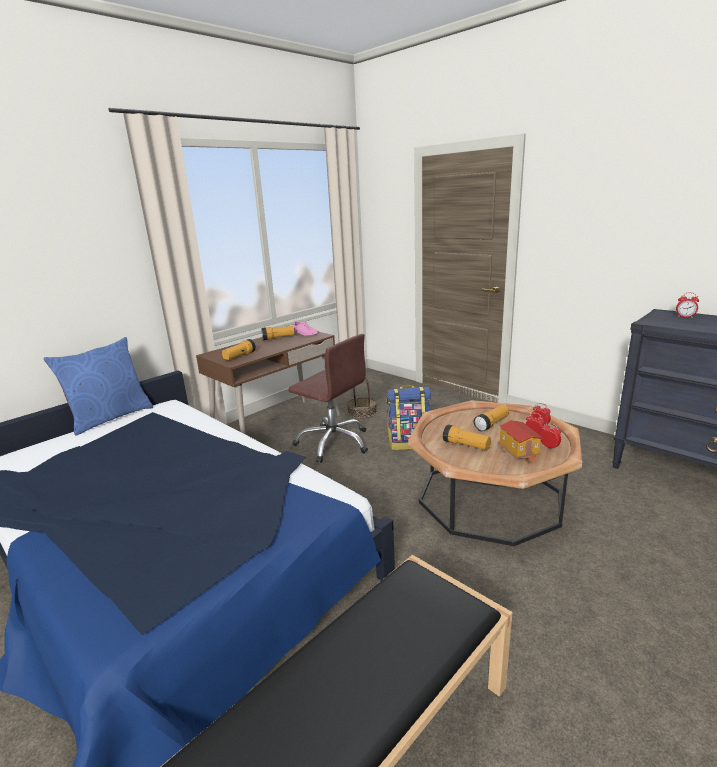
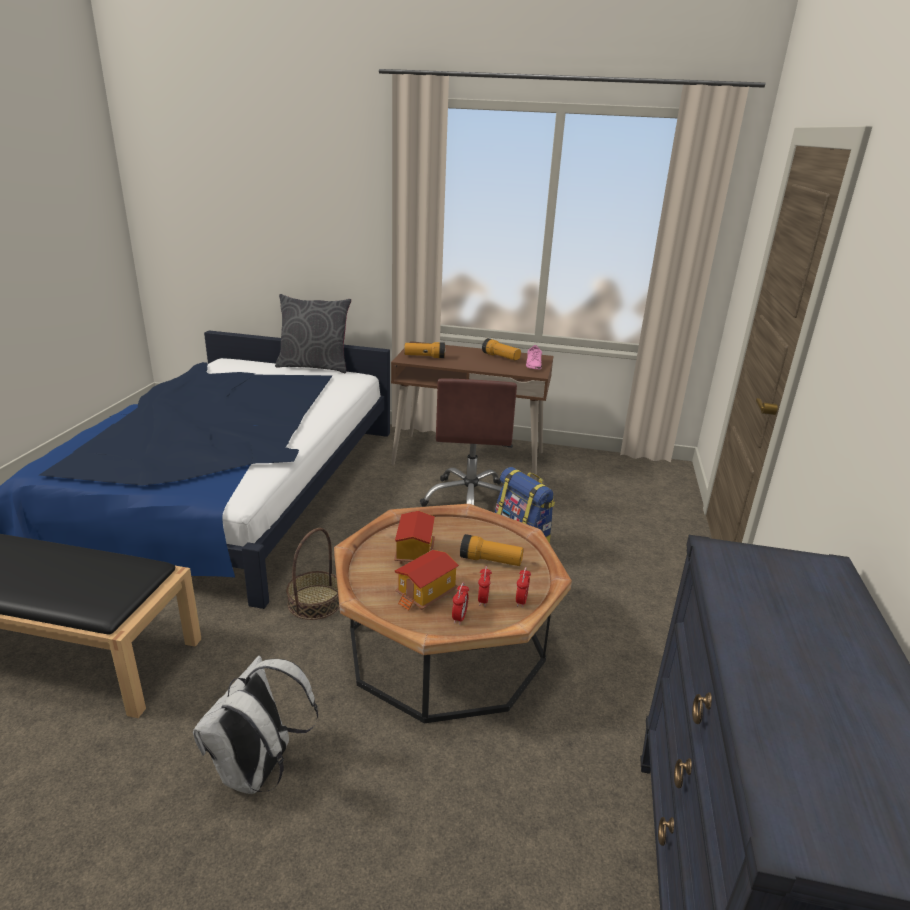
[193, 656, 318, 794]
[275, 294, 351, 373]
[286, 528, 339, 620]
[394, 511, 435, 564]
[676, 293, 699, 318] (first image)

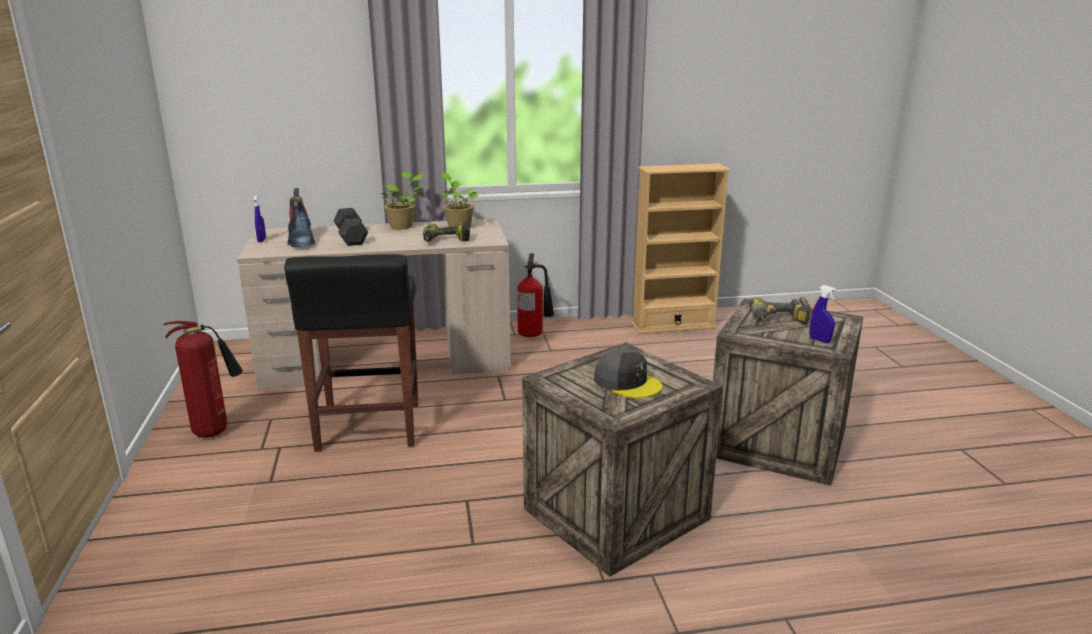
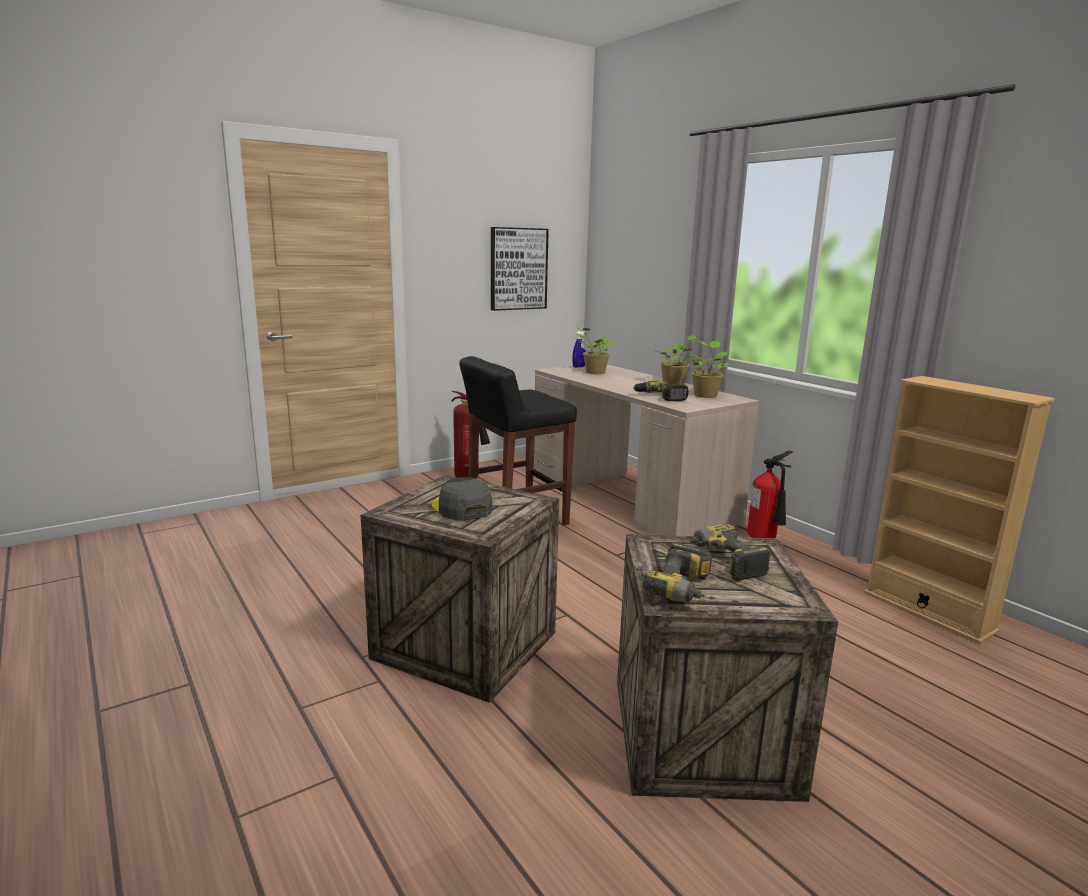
[432, 477, 493, 521]
[491, 227, 549, 311]
[574, 326, 615, 374]
[643, 542, 715, 602]
[333, 208, 368, 246] (first image)

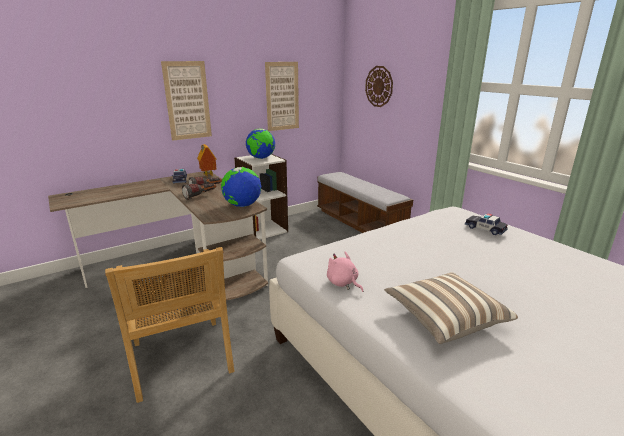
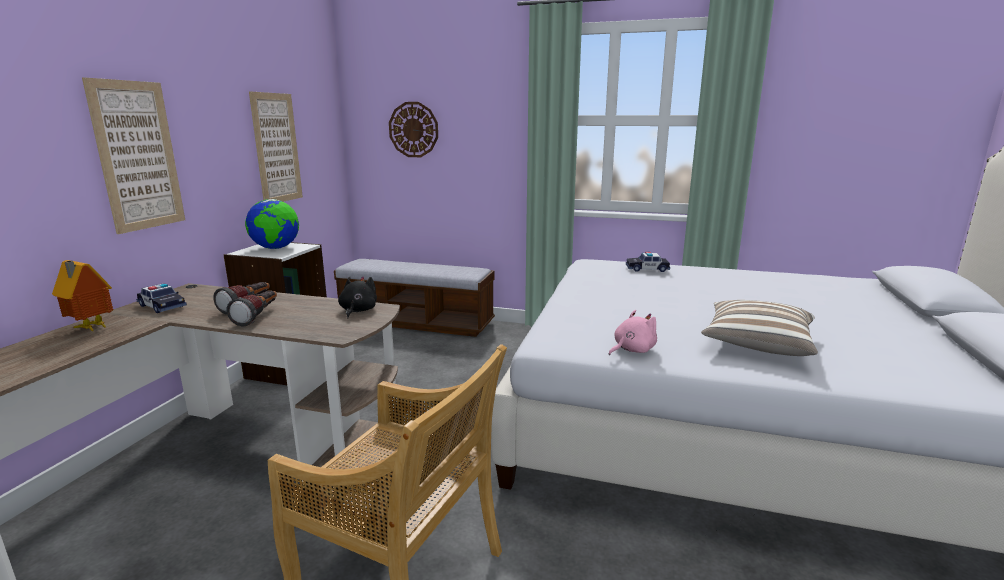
[52, 260, 113, 332]
[338, 276, 377, 318]
[609, 310, 657, 355]

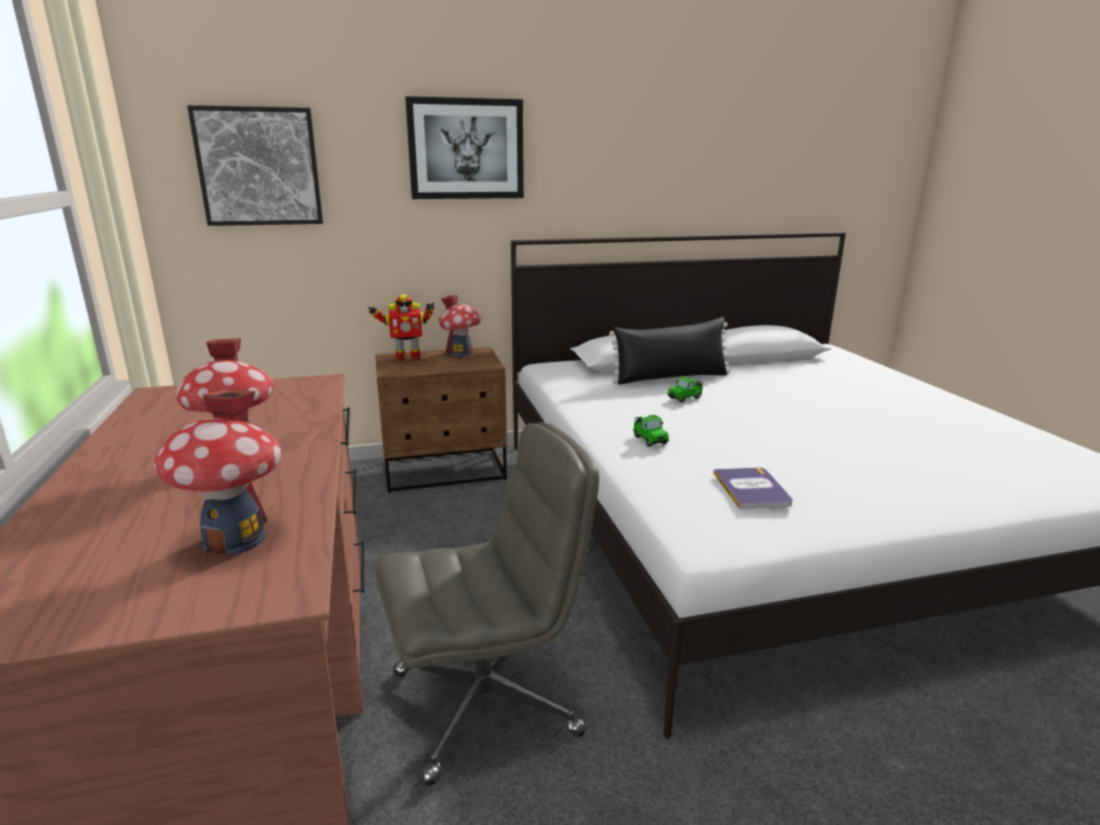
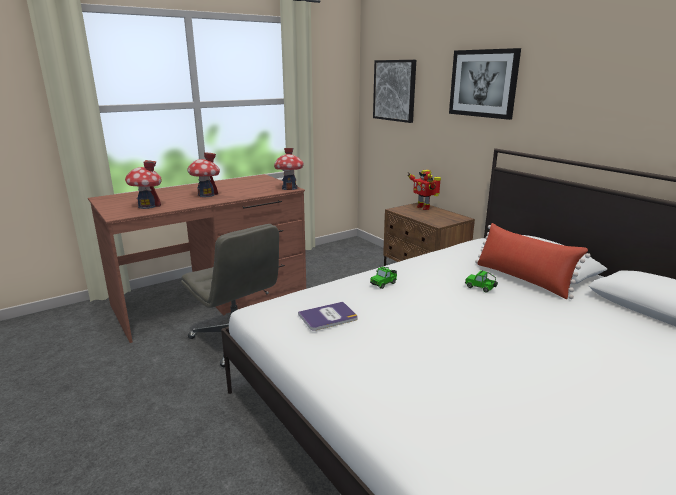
[274, 148, 304, 190]
[475, 223, 591, 299]

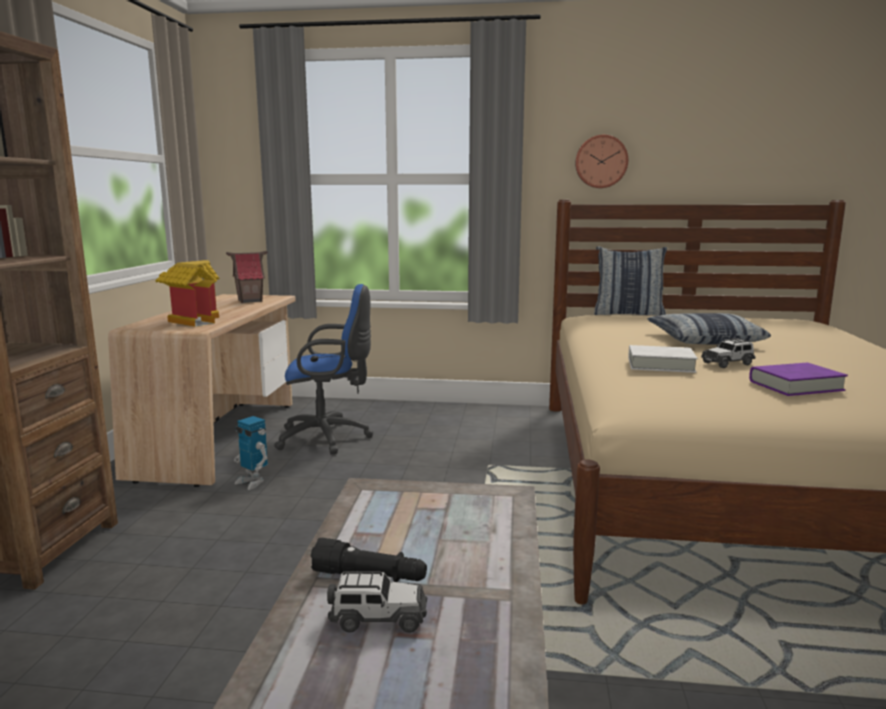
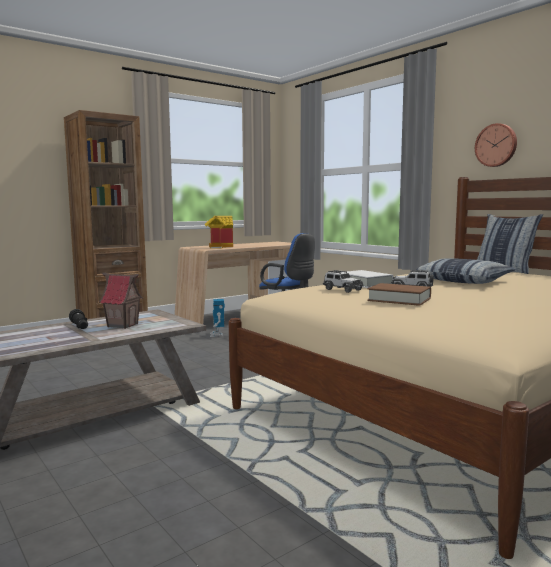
[99, 273, 143, 329]
[323, 270, 363, 293]
[367, 283, 431, 306]

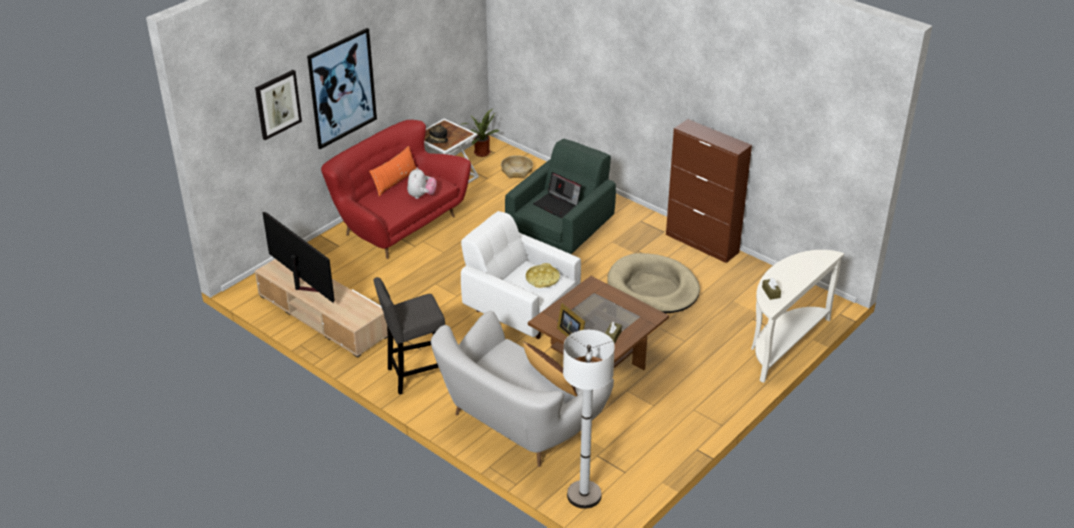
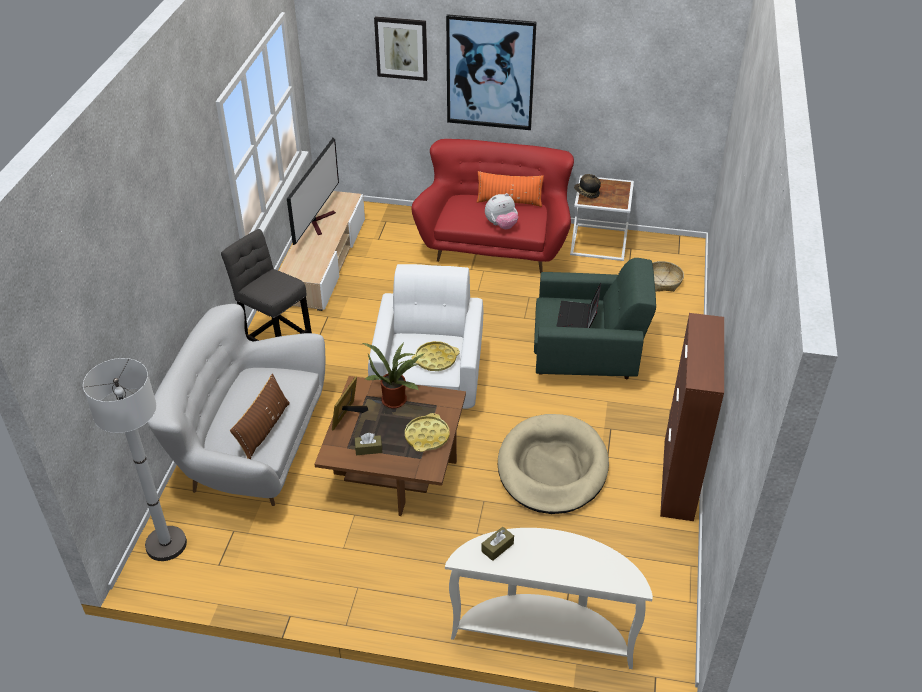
[363, 343, 425, 408]
[405, 413, 450, 452]

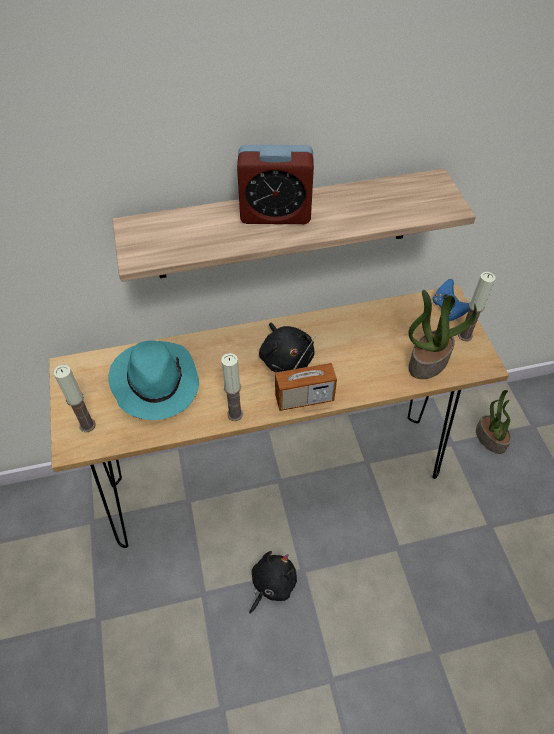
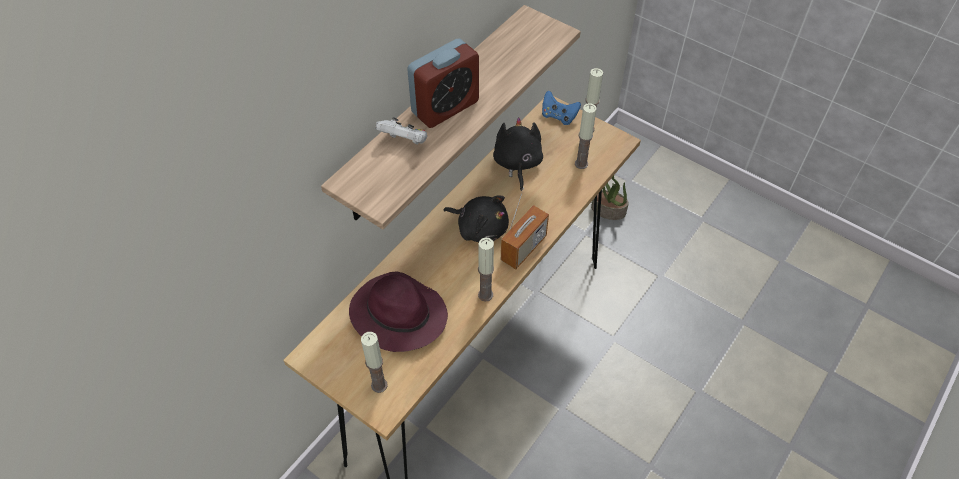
[349, 271, 448, 352]
[376, 117, 427, 145]
[493, 117, 543, 191]
[575, 103, 597, 169]

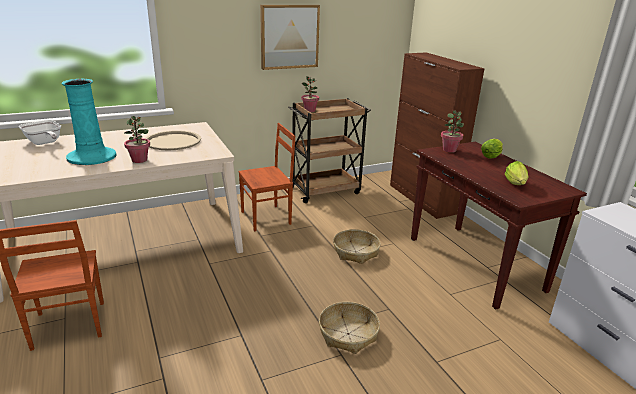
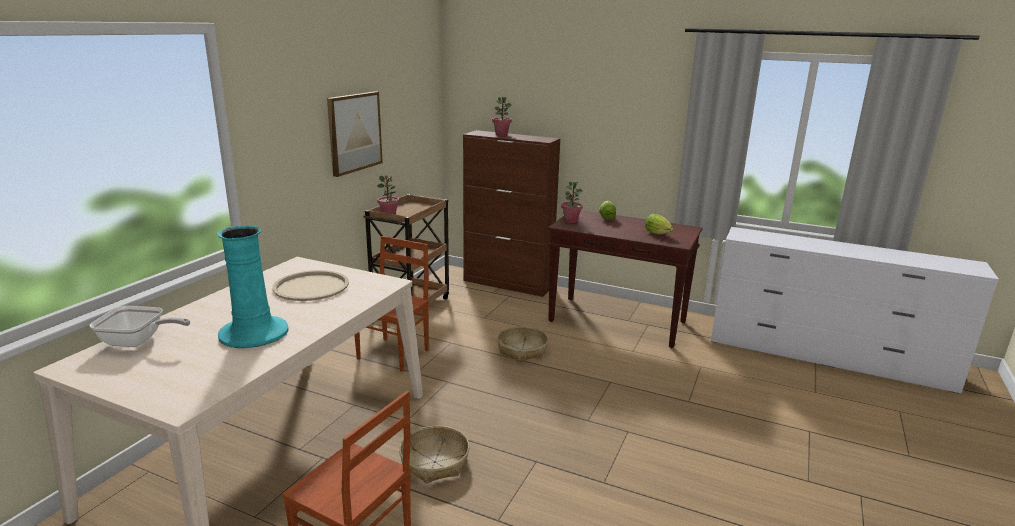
[399, 426, 469, 483]
[492, 97, 512, 136]

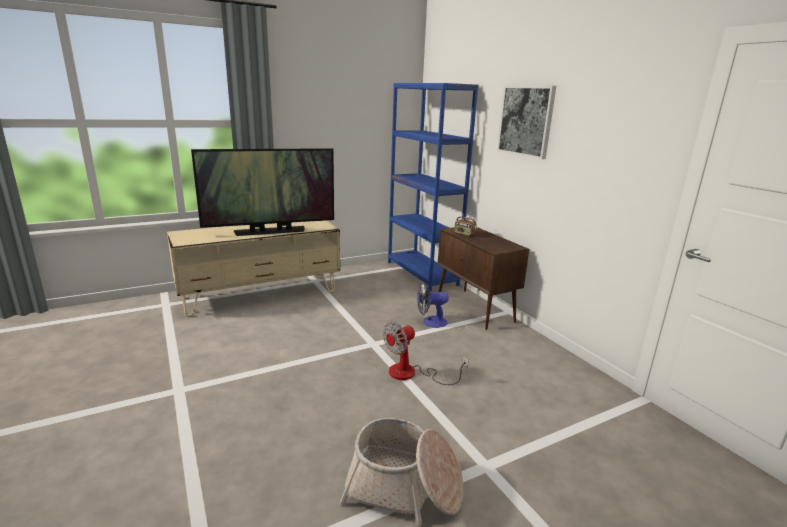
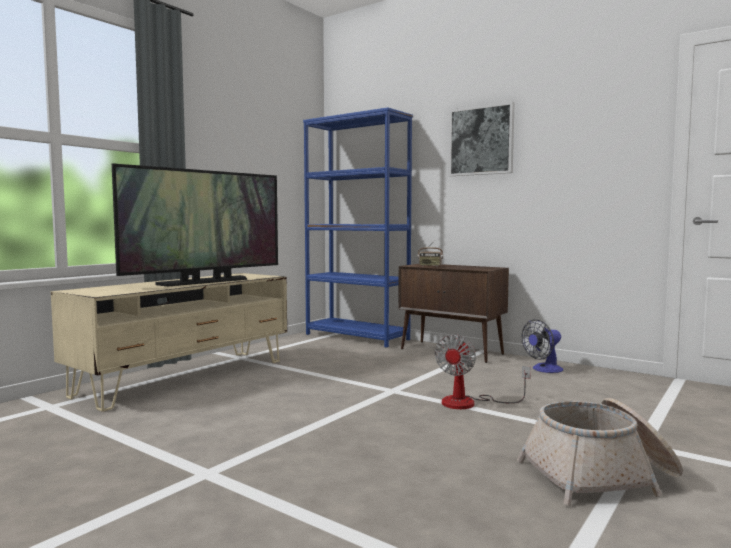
[521, 320, 563, 373]

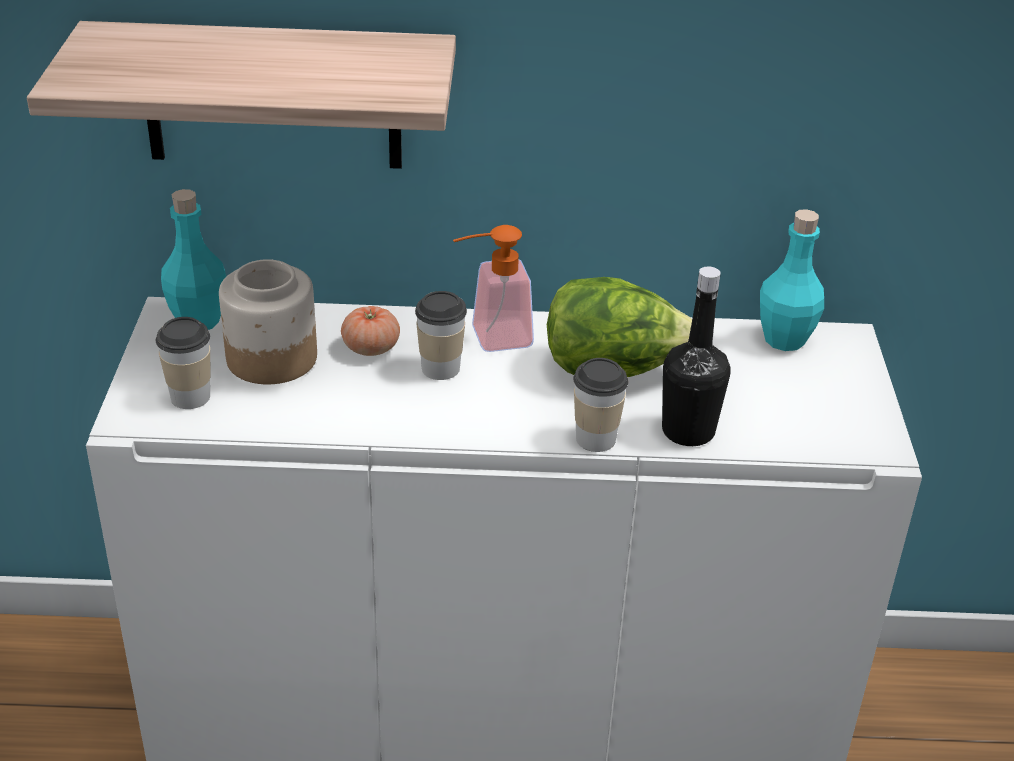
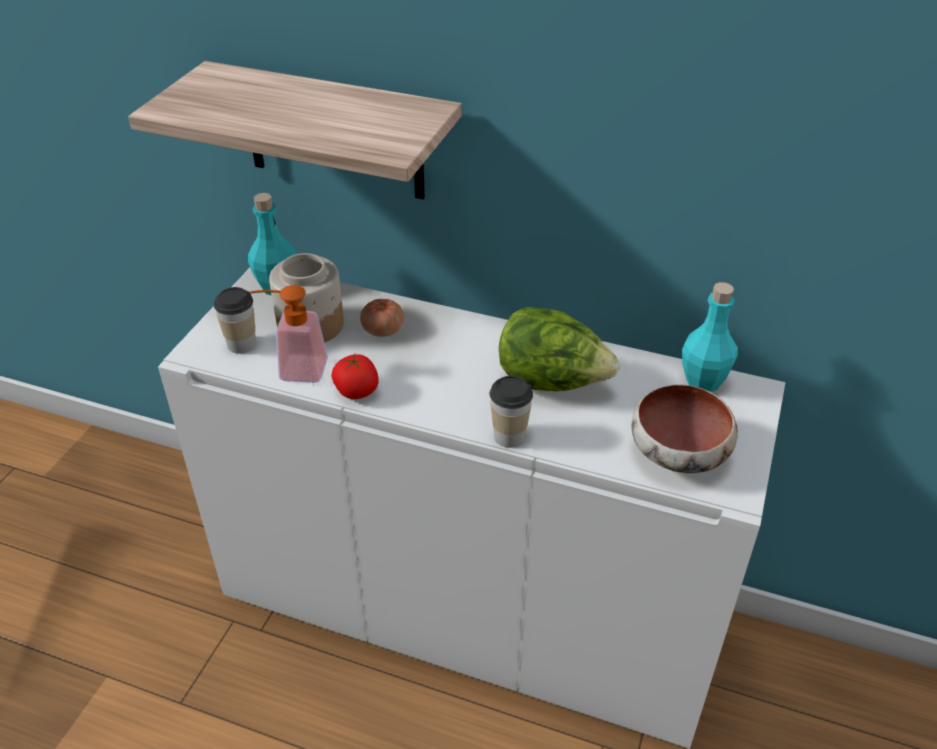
[249, 285, 328, 383]
[331, 354, 379, 399]
[632, 384, 738, 473]
[415, 291, 467, 380] (first image)
[662, 267, 731, 446] (first image)

